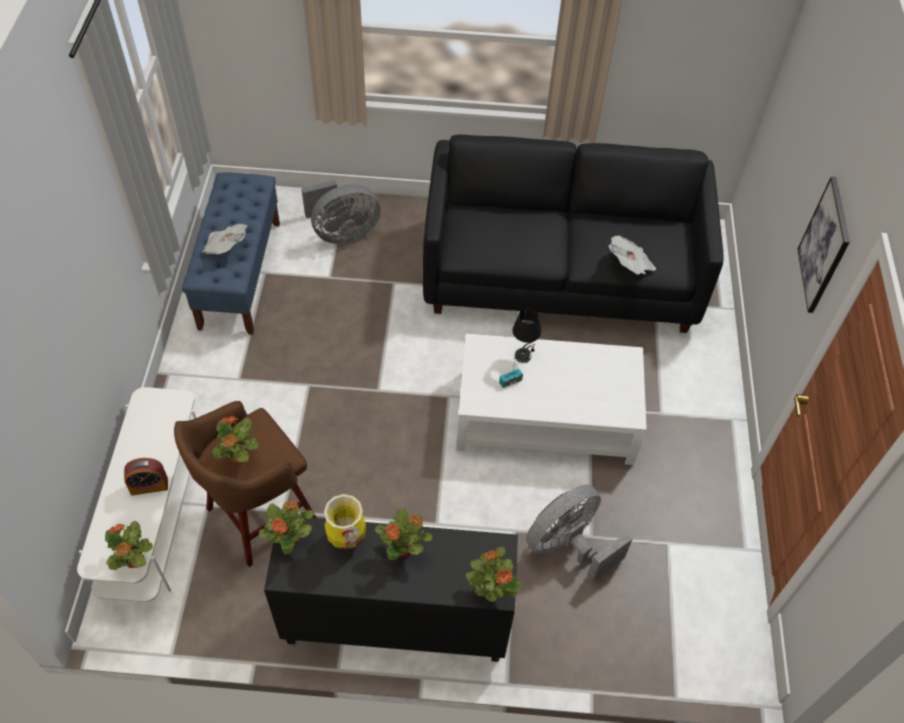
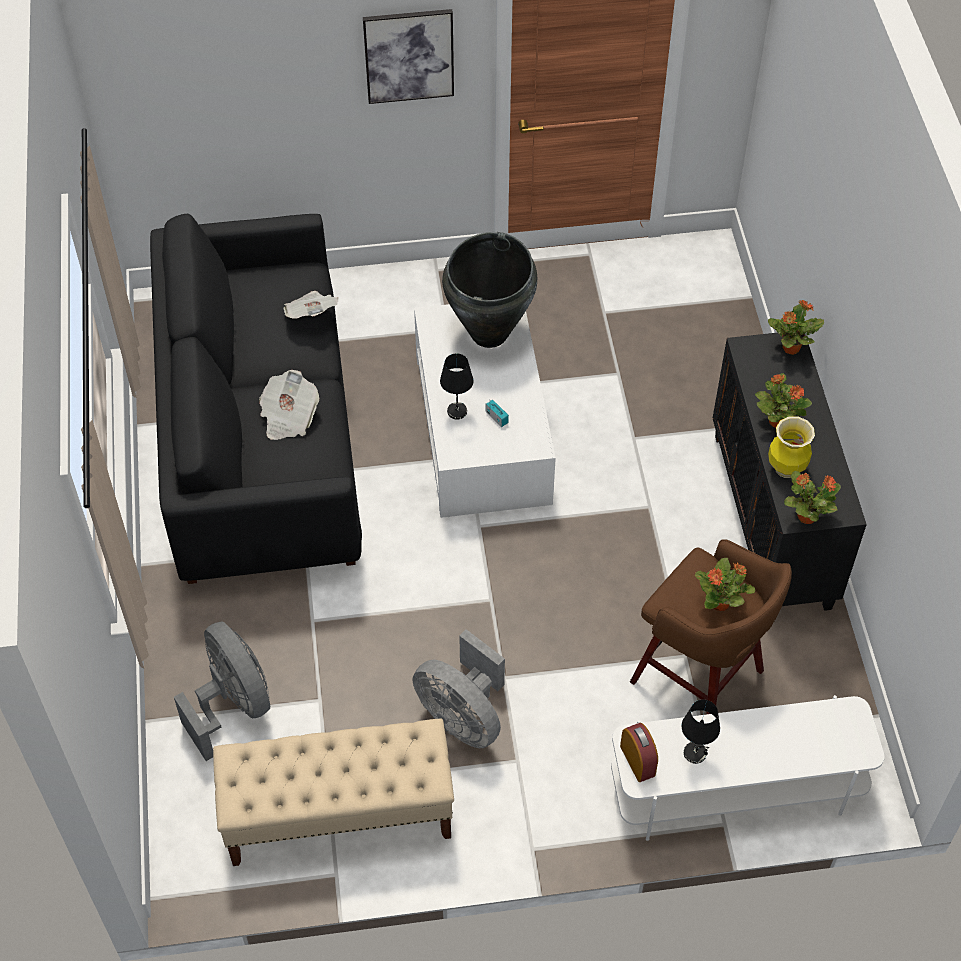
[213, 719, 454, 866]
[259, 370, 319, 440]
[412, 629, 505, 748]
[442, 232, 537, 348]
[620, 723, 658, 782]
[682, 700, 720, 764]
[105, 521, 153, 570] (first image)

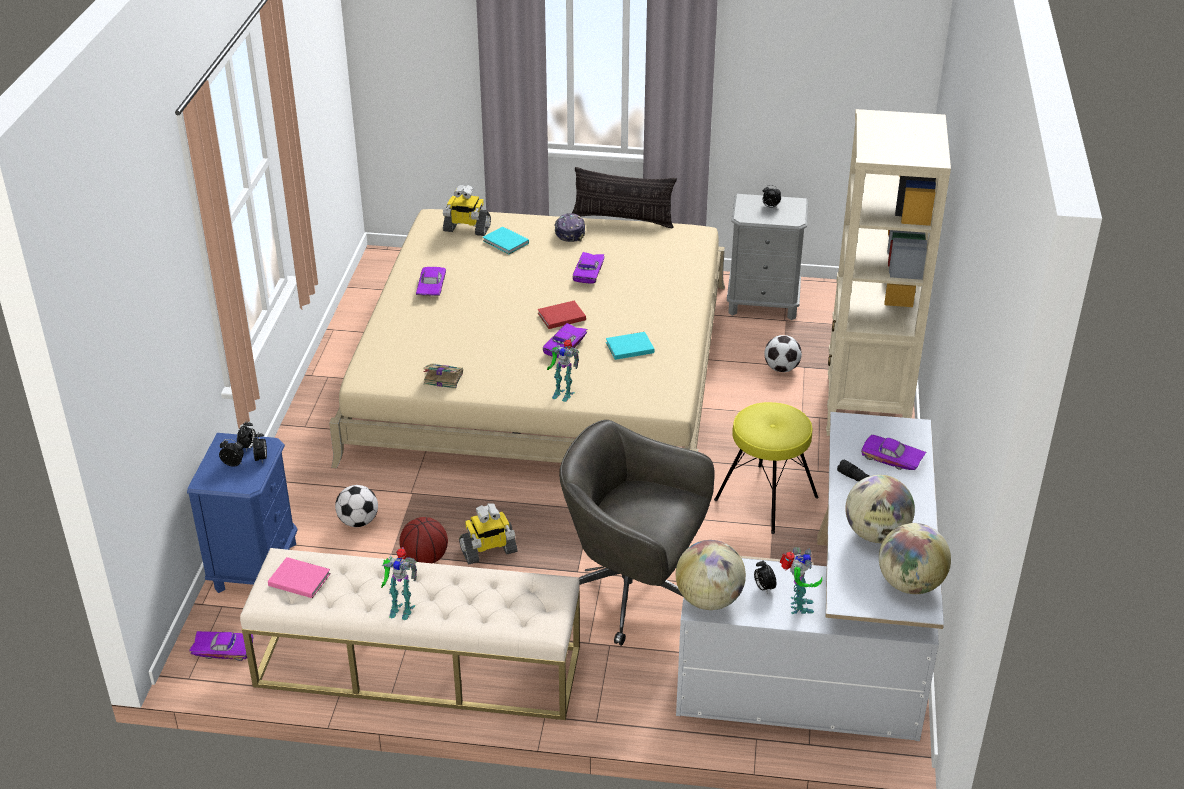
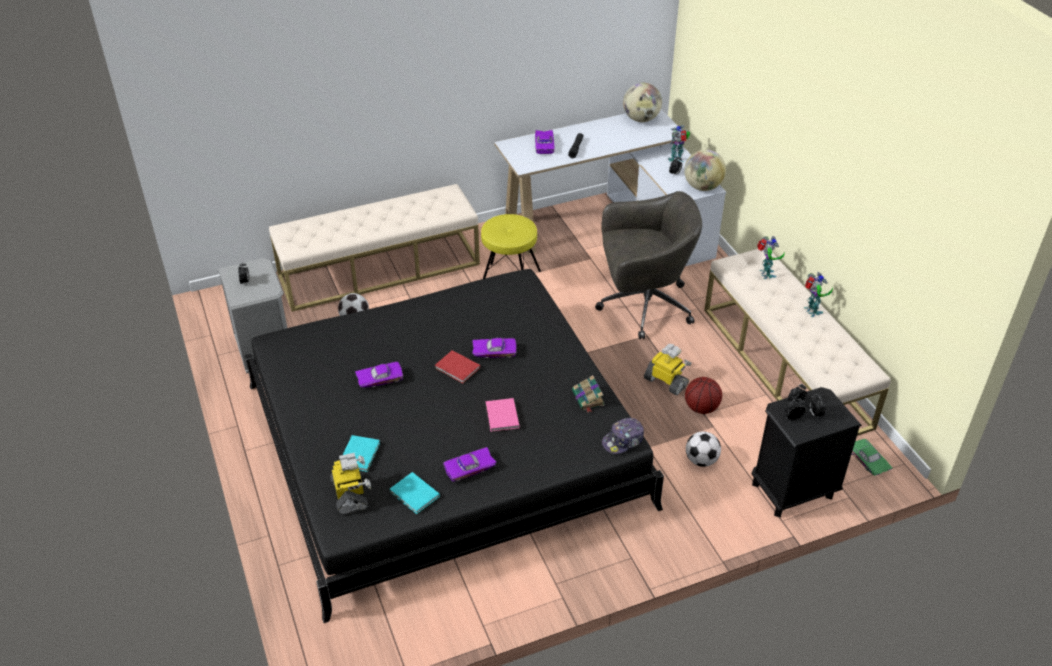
[245, 269, 664, 623]
[269, 184, 480, 312]
[390, 472, 440, 514]
[485, 398, 520, 432]
[595, 191, 702, 339]
[602, 418, 644, 454]
[752, 387, 862, 517]
[757, 236, 785, 280]
[852, 439, 893, 476]
[572, 167, 677, 228] (first image)
[845, 475, 915, 543] (first image)

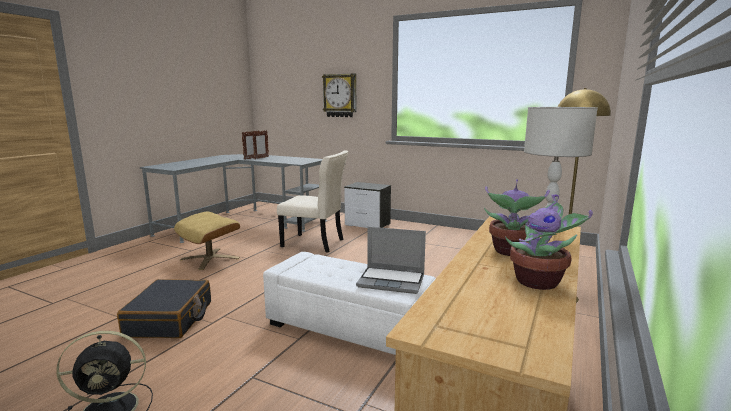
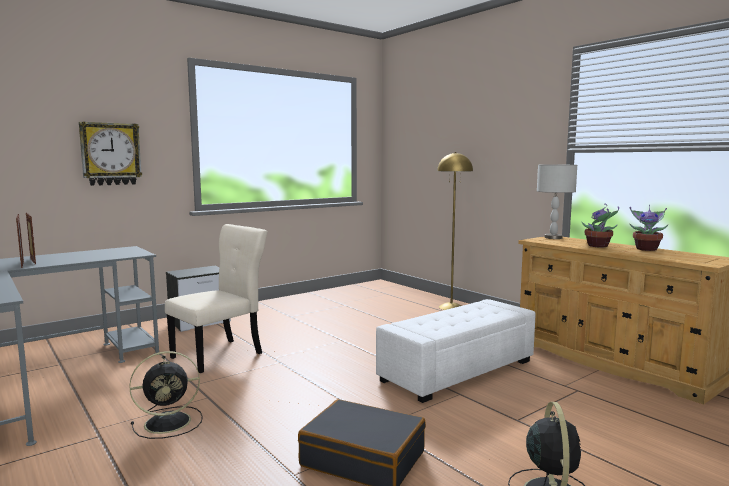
[130, 351, 203, 439]
[356, 227, 426, 294] (first image)

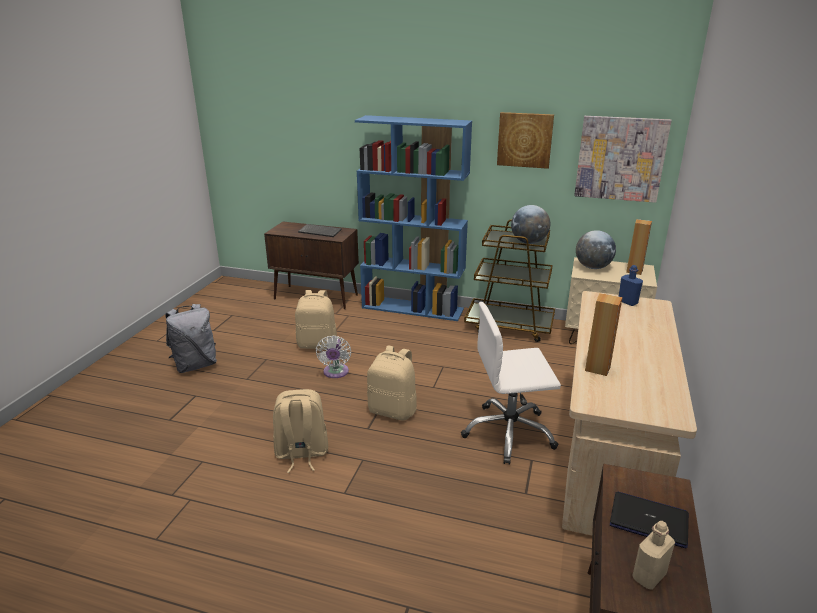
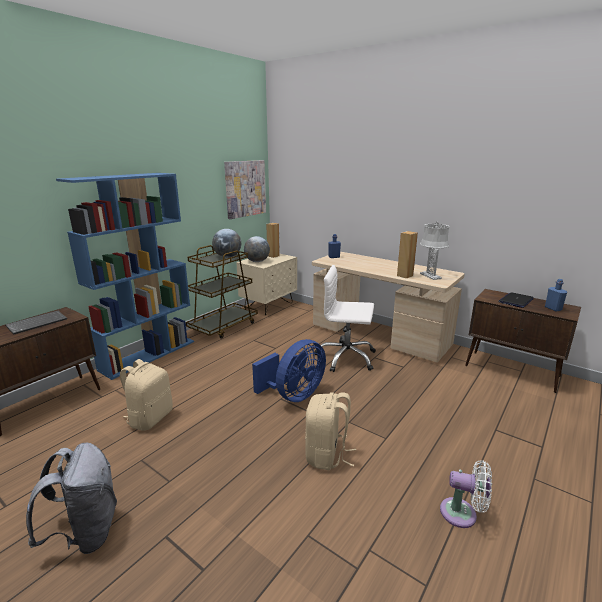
[252, 339, 326, 402]
[314, 265, 376, 372]
[420, 222, 449, 280]
[440, 460, 492, 528]
[545, 279, 567, 311]
[497, 112, 554, 169] (first image)

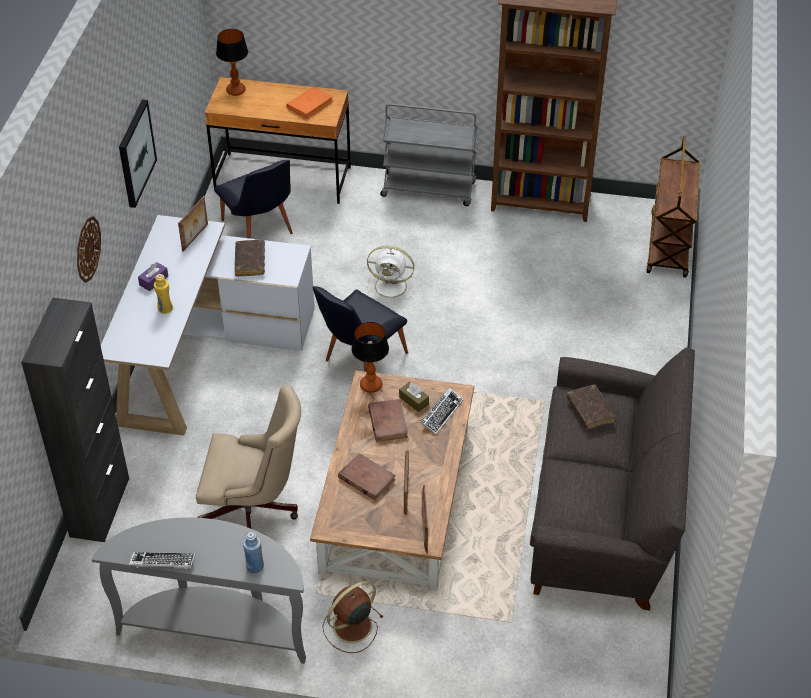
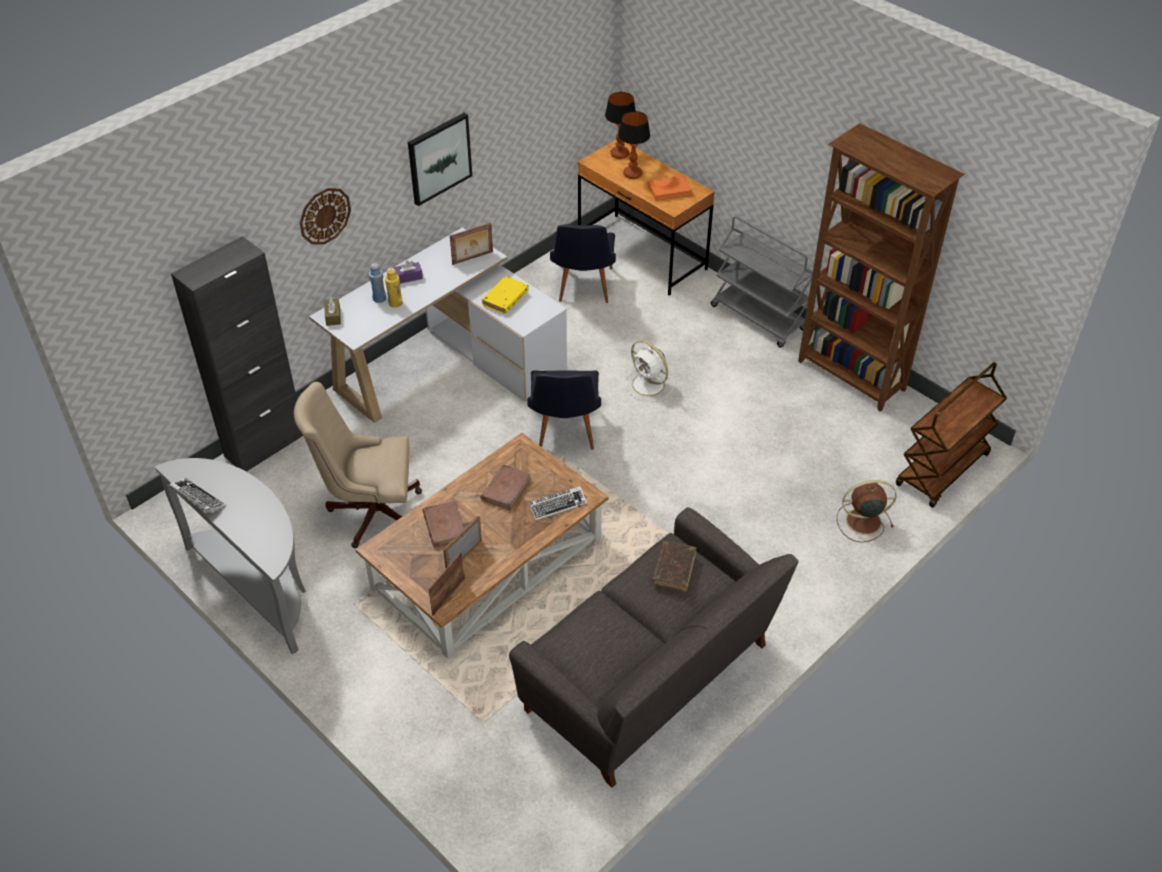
[294, 382, 422, 548]
[324, 297, 341, 326]
[369, 263, 387, 303]
[482, 276, 529, 314]
[527, 370, 601, 449]
[618, 111, 650, 179]
[837, 480, 896, 542]

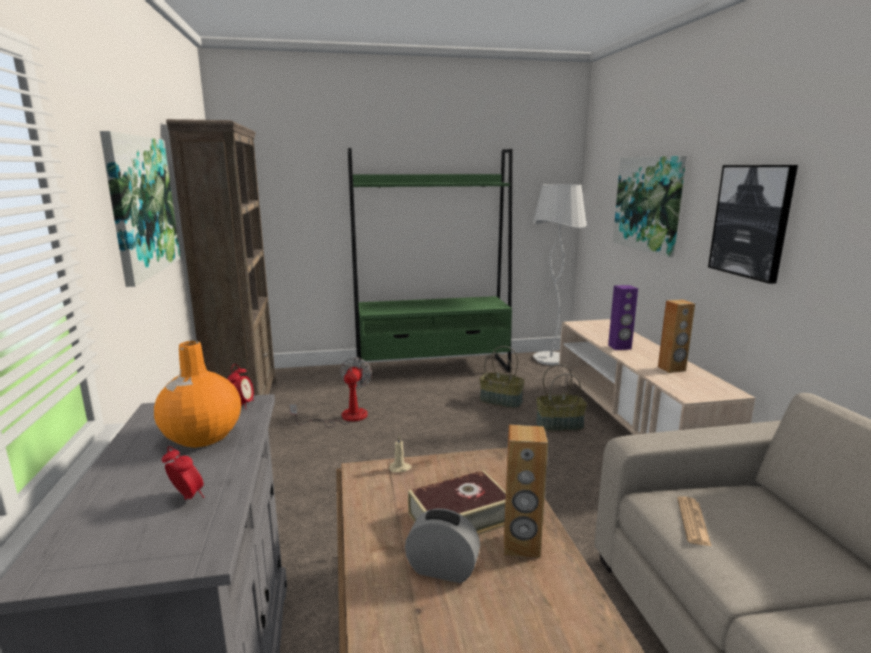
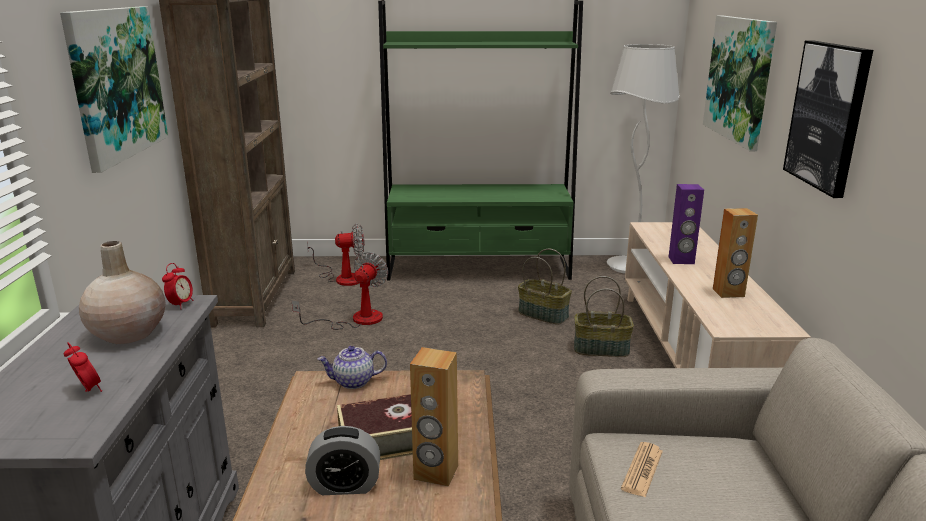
[79, 241, 165, 344]
[305, 426, 380, 495]
[307, 223, 364, 286]
[317, 346, 387, 389]

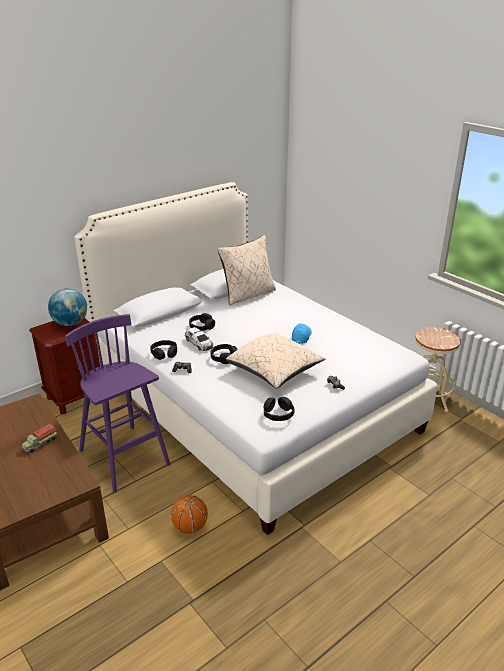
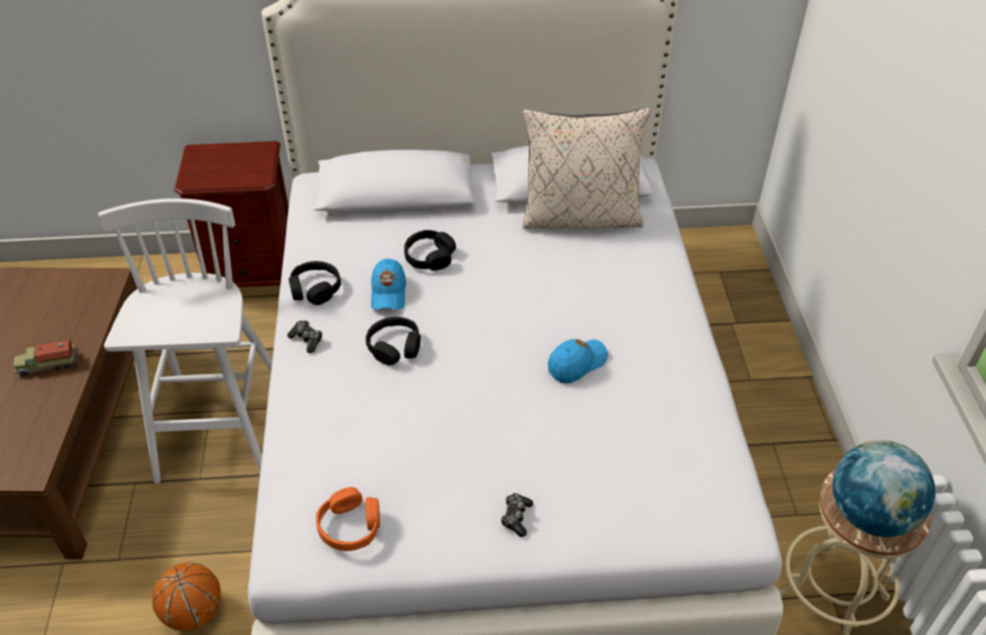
[98, 198, 272, 484]
[316, 487, 380, 551]
[371, 259, 406, 310]
[833, 440, 935, 537]
[226, 333, 326, 389] (first image)

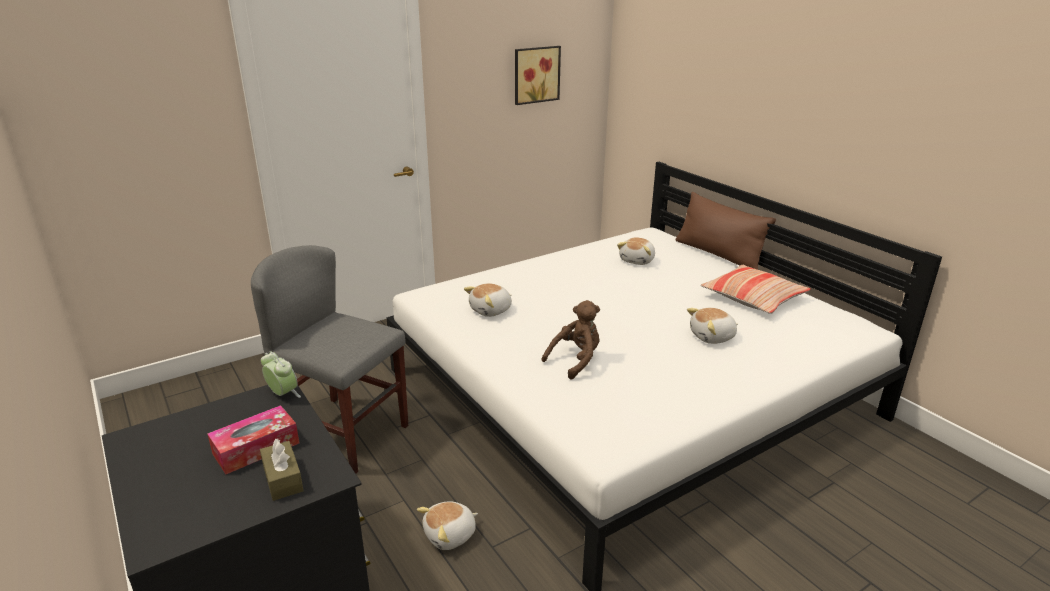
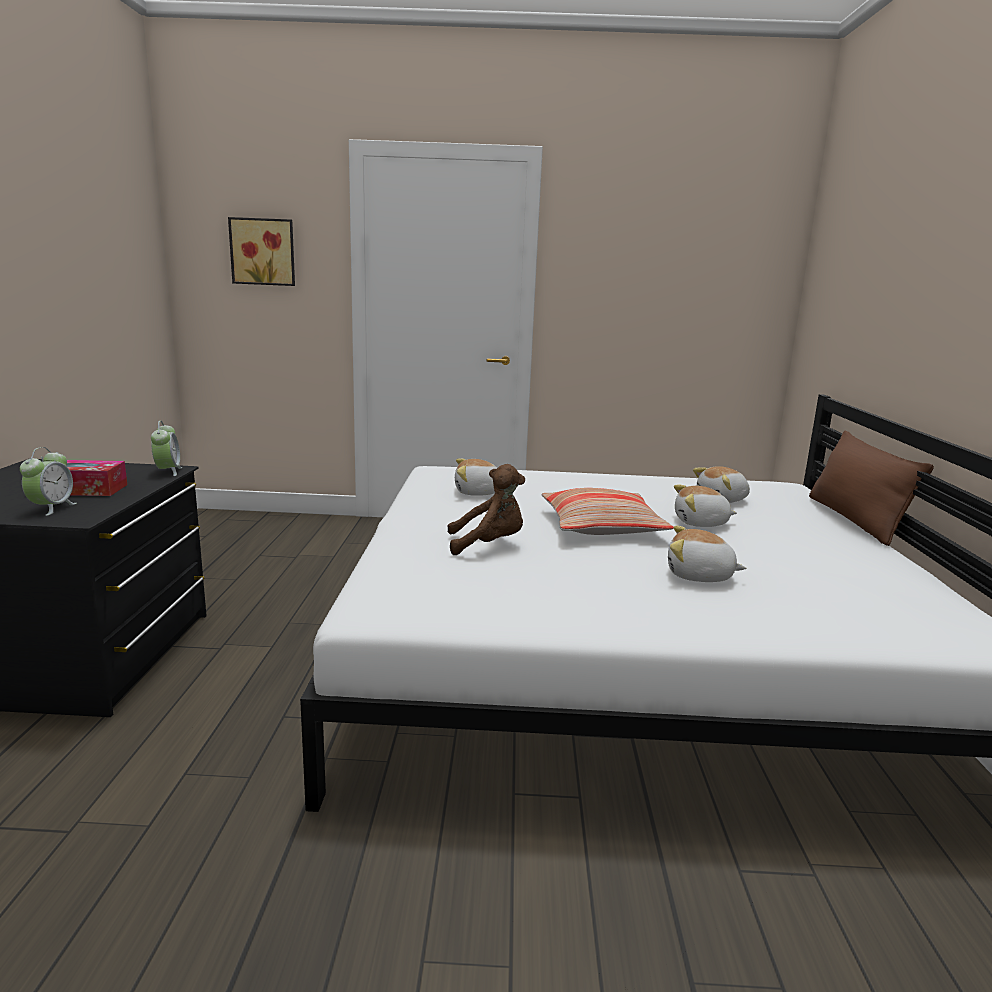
[20, 447, 77, 516]
[228, 217, 295, 286]
[541, 488, 674, 535]
[674, 485, 737, 527]
[251, 245, 408, 473] (first image)

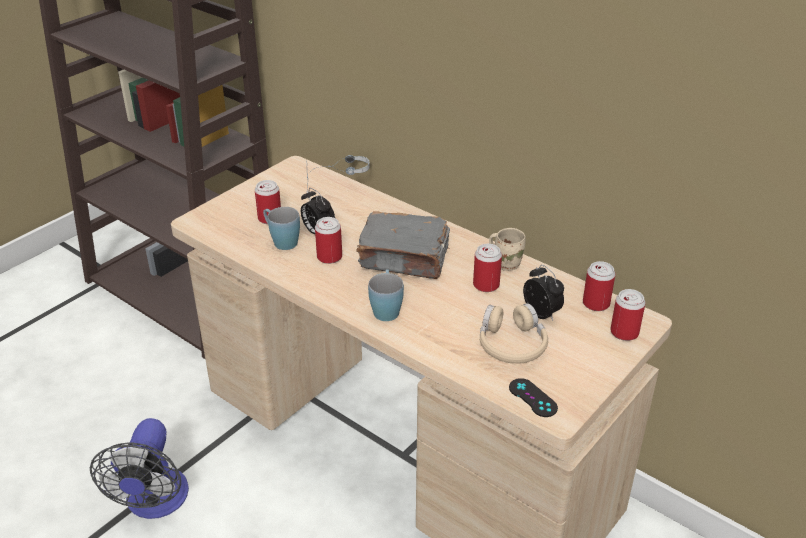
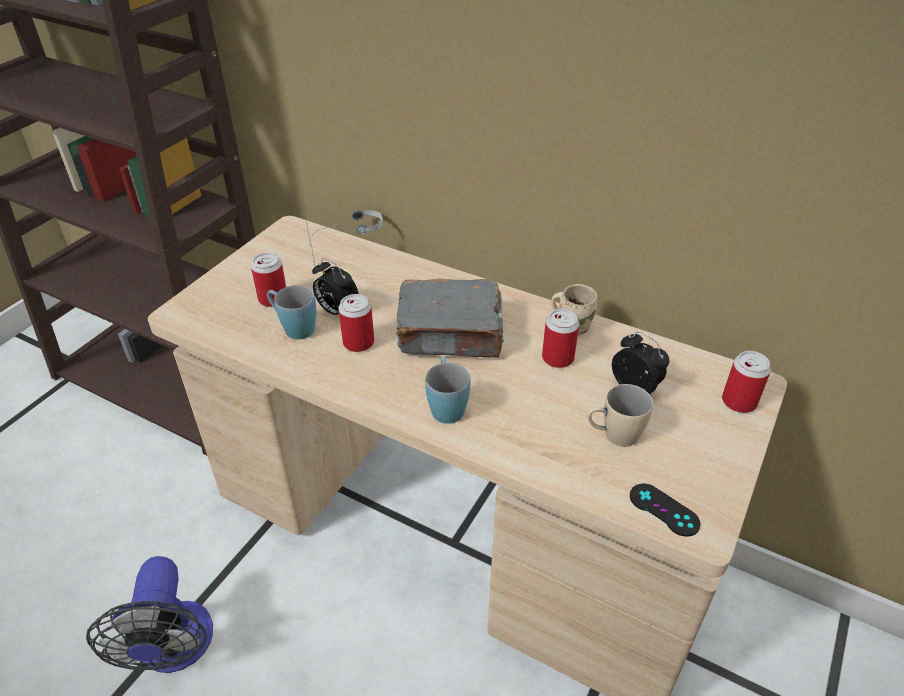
[587, 384, 653, 447]
[583, 261, 615, 311] (first image)

